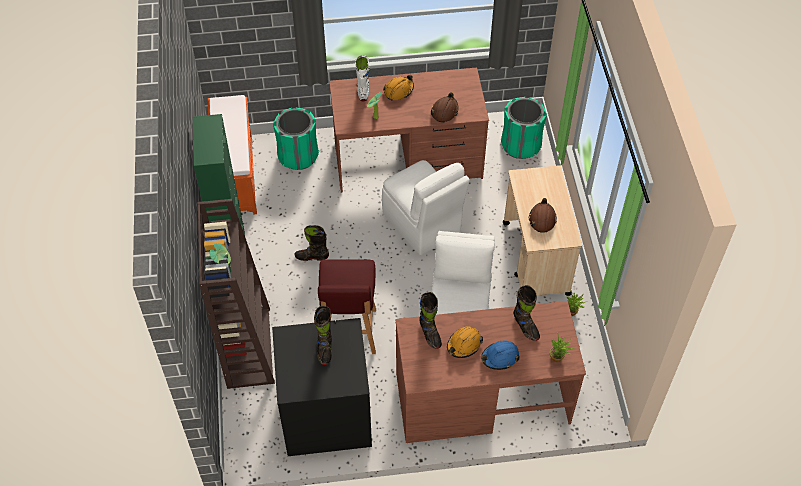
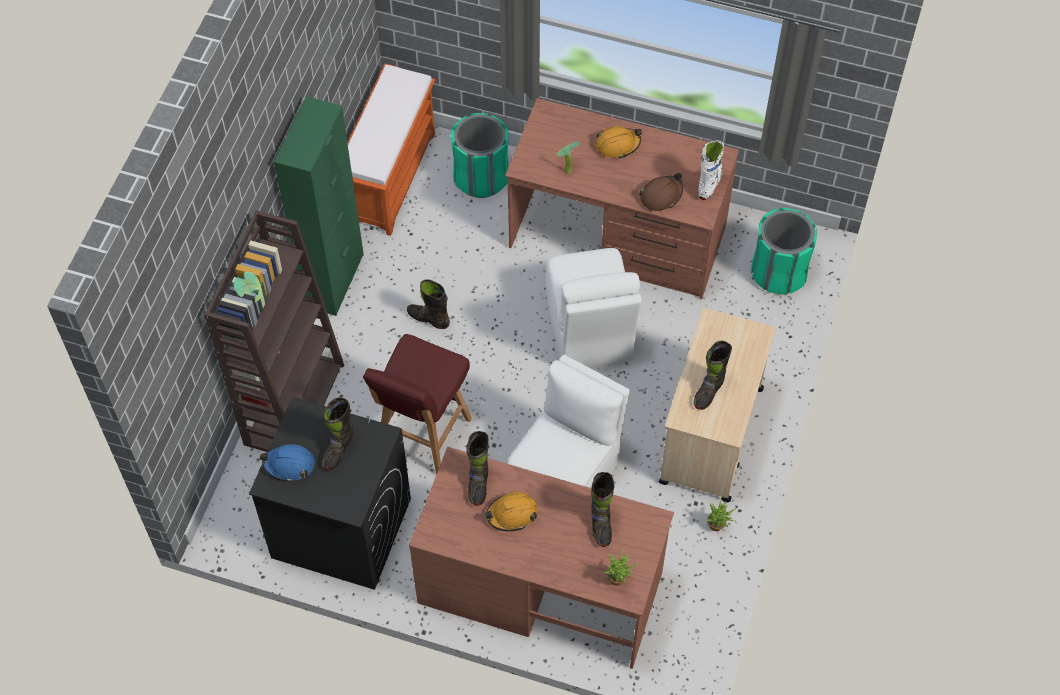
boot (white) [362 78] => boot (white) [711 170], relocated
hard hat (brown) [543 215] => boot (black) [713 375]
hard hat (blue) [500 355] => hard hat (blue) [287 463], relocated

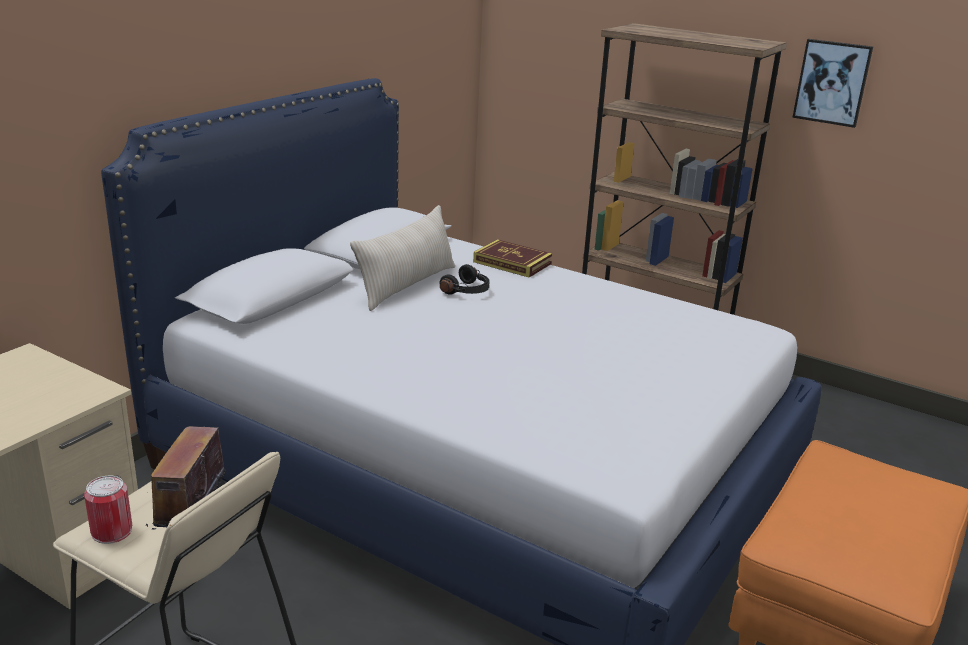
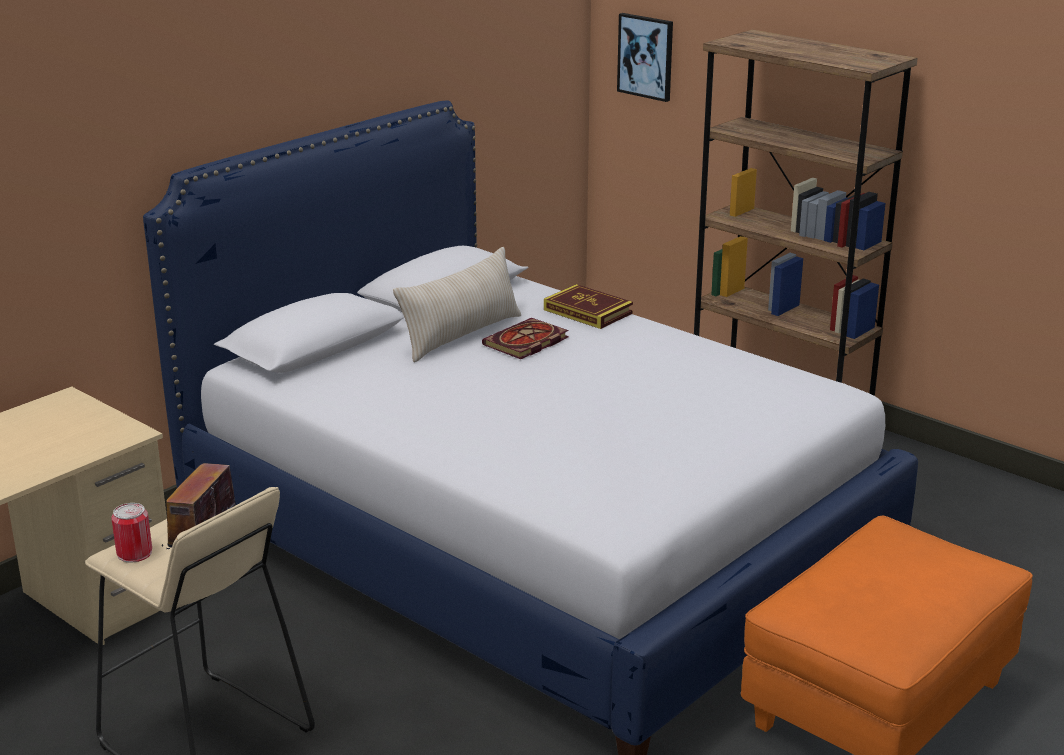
picture [832 83] => picture [645 57], relocated
headphones (black) [464 279] => book [525 338]

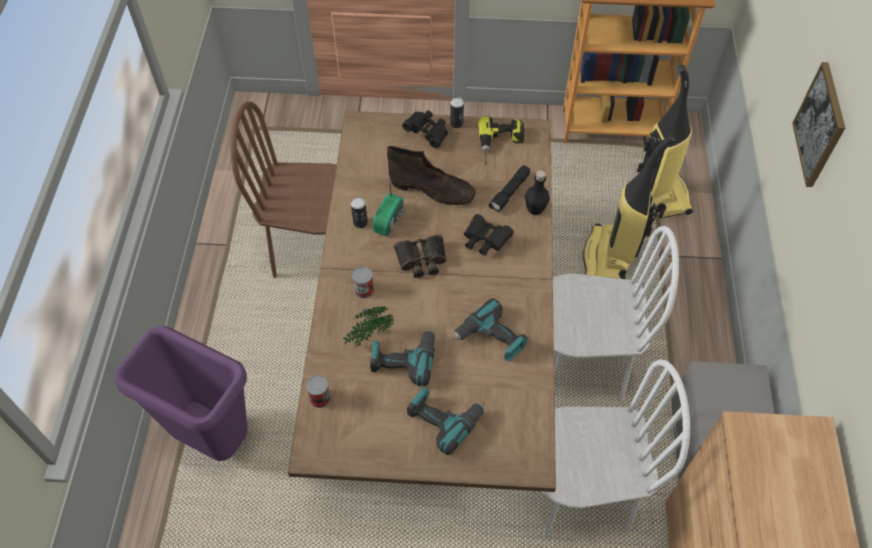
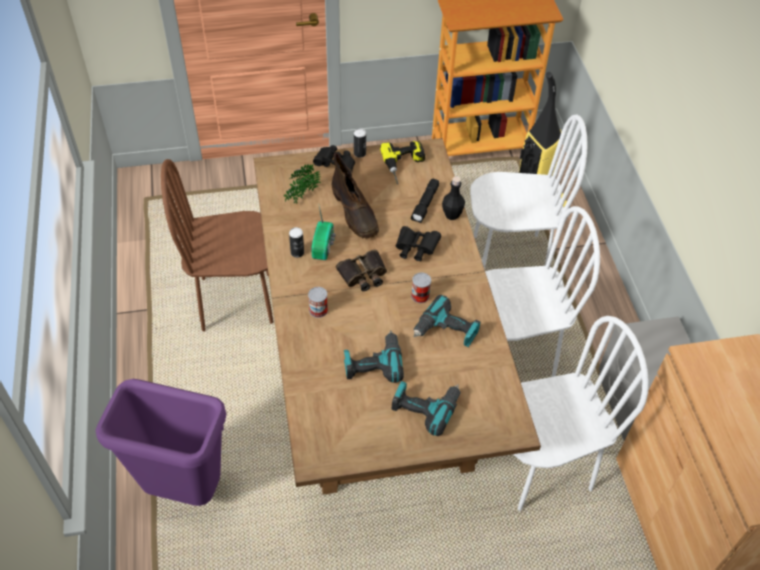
picture [818 124] => nothing
vacuum cleaner [629 206] => chair (white) [529 191]
boot (brown) [431 175] => boot (brown) [355 195], 60 degrees clockwise
potted plant [368 327] => potted plant [302 183], relocated
can [318 391] => can [421 287], relocated

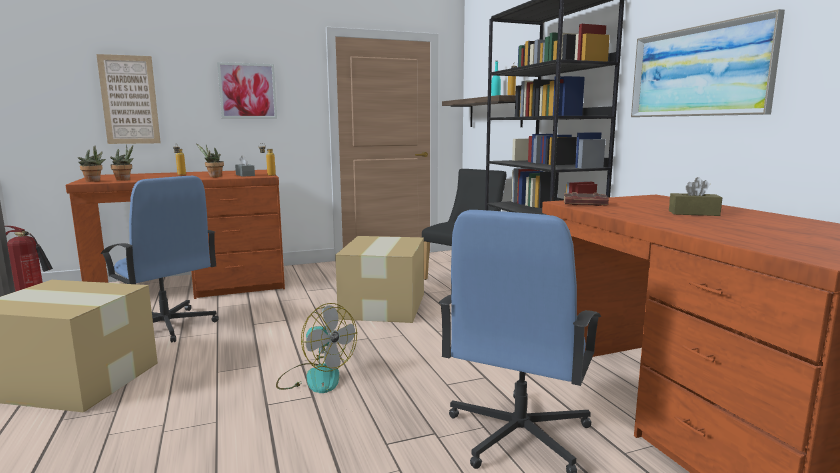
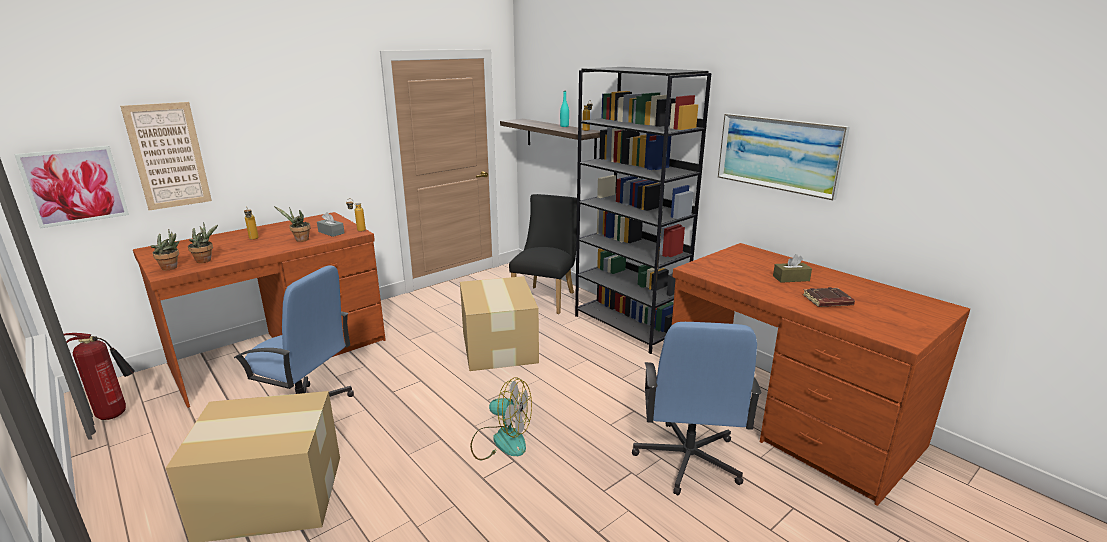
picture [247 90] => picture [71 187], relocated
book (brown) [586 199] => book (brown) [829 297], relocated

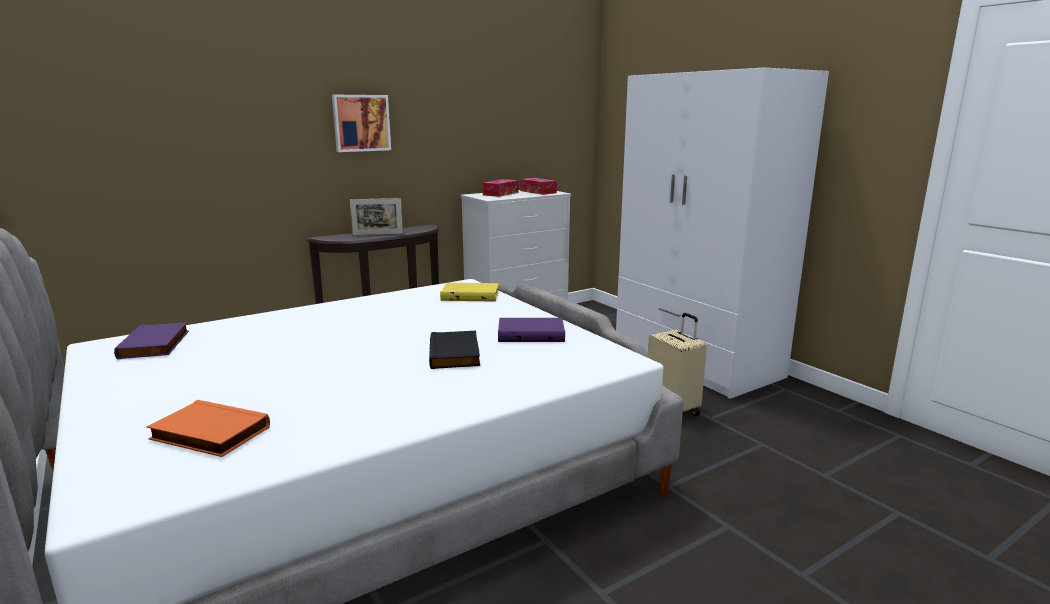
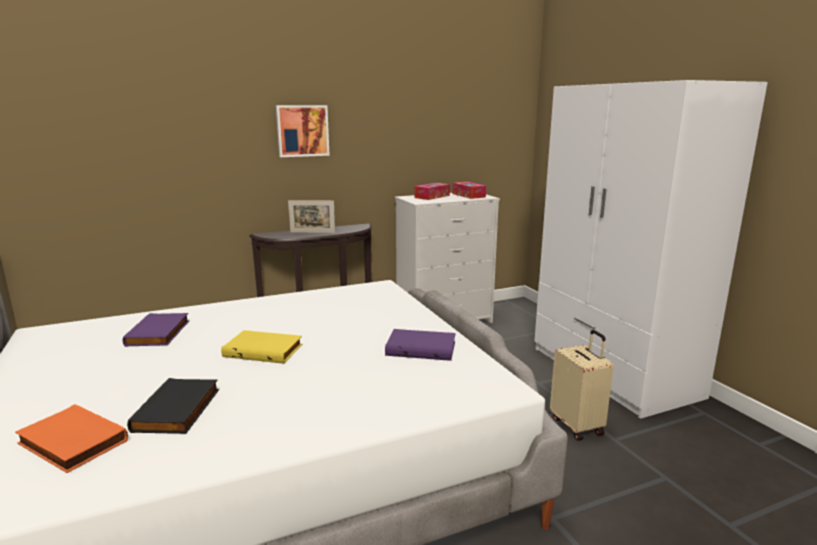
book (yellow) [469 292] => book (yellow) [261 347], relocated
book (purple) [151 340] => book (purple) [156 330], relocated
book (black) [454 350] => book (black) [173 406], relocated

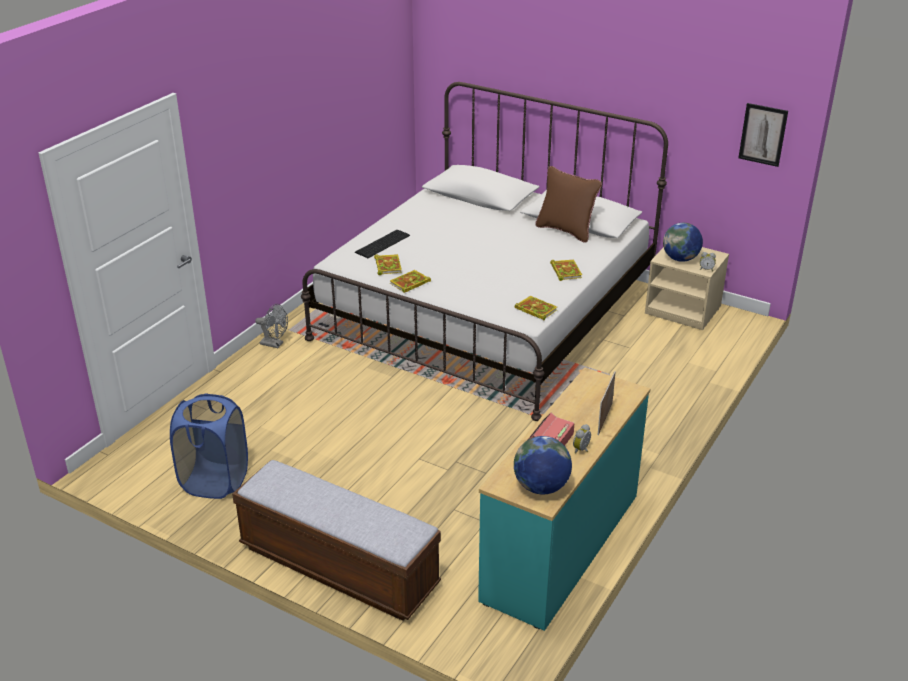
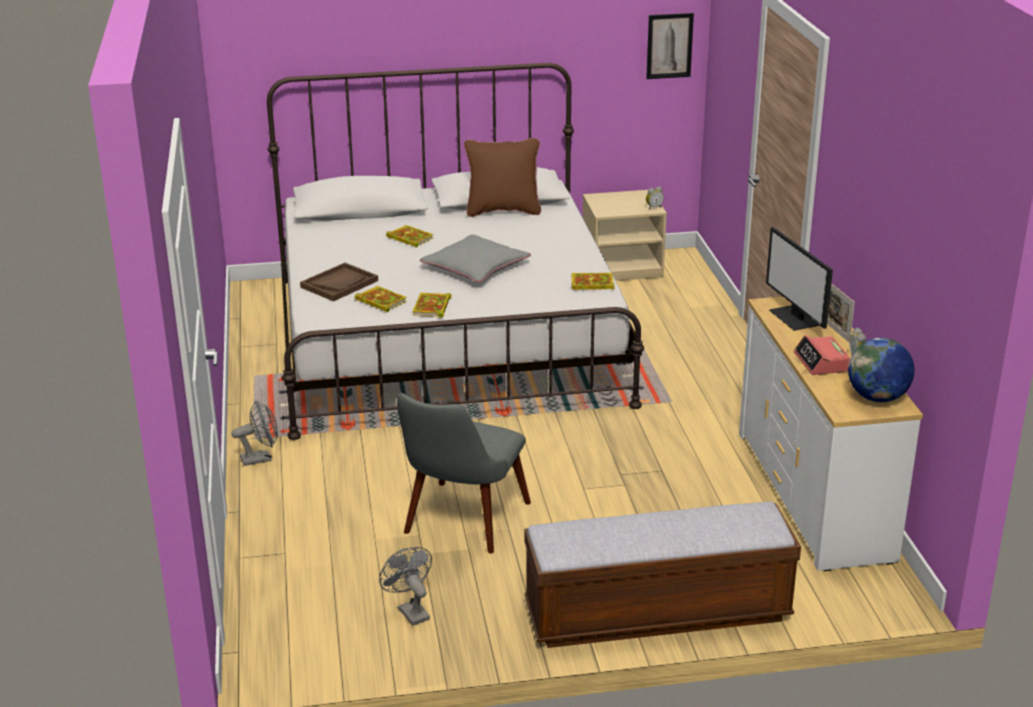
globe [683 242] => nothing
keyboard [382 244] => tray (brown) [339 282]
book [566 270] => book [410 236], relocated
dresser (turquoise) [564 499] => dresser (white) [831 434]
laundry basket (blue) [209 446] => fan (grey) [405 586]
nothing => monitor [799 279]
nothing => pillow (grey) [475 258]
nothing => chair (grey) [464 473]

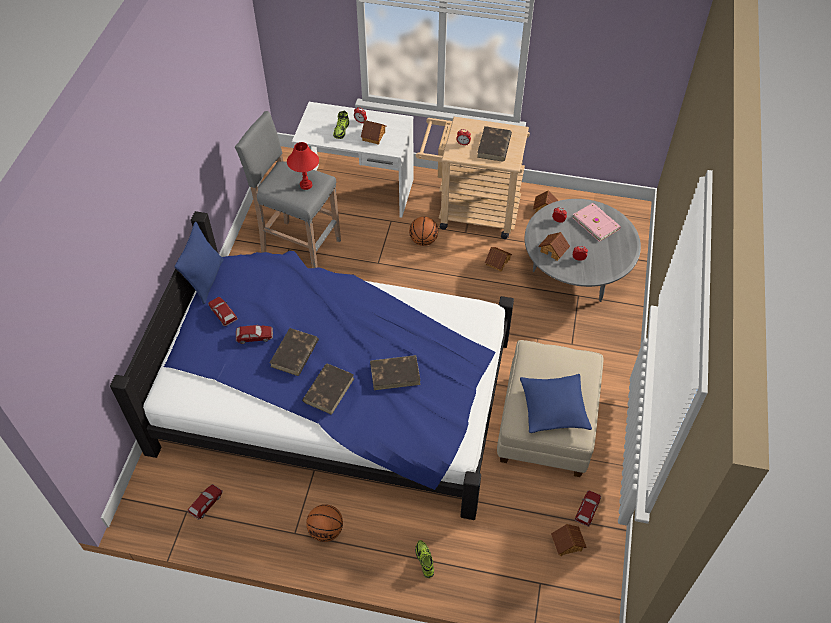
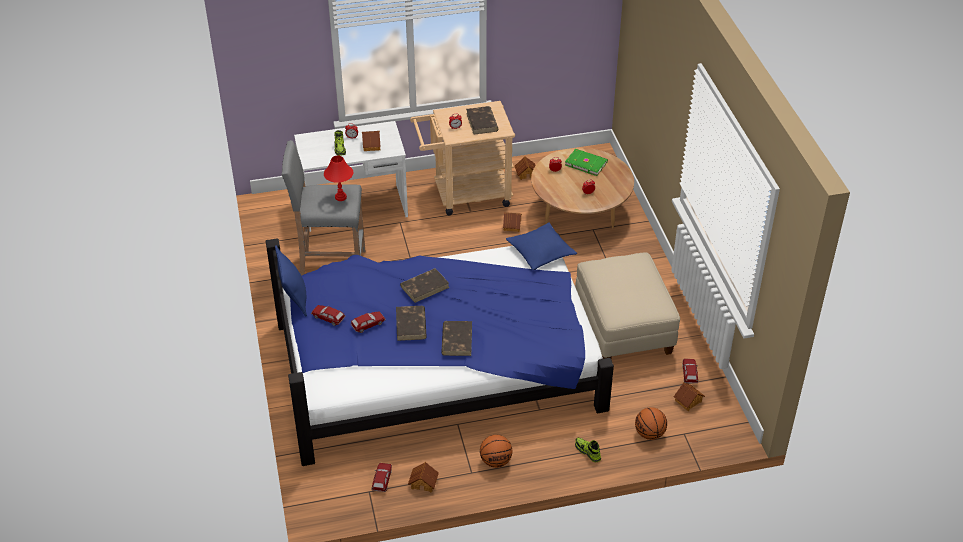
coffee table (grey) [583 250] => coffee table (brown) [582 188]
book (pink) [596 222] => book (green) [586 162]
basketball [423 231] => basketball [651 423], relocated
toy house [554 246] => toy house [423 477], relocated
book (brown) [395 372] => book (brown) [424 285], relocated
pillow (blue) [556 403] => pillow (blue) [541 246], relocated

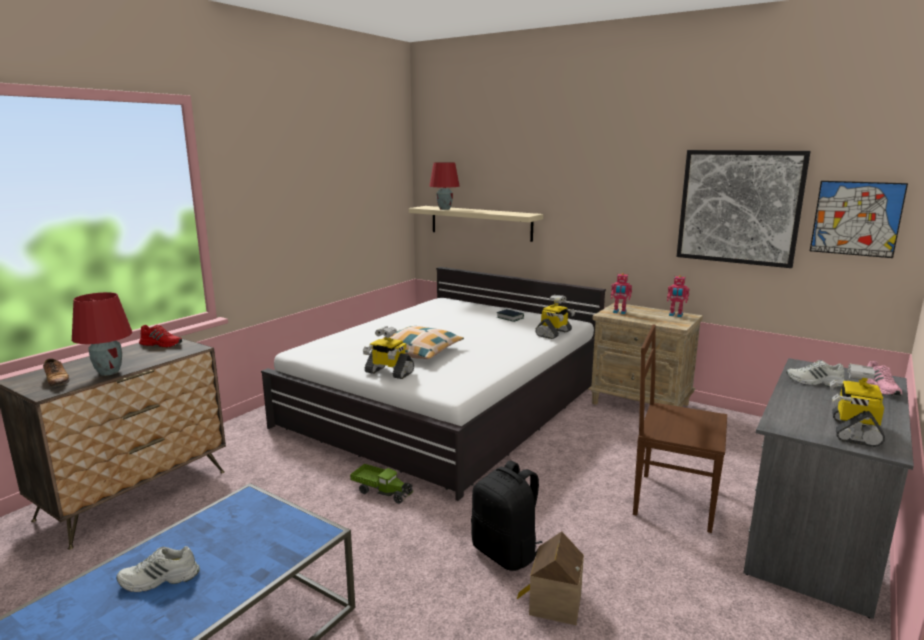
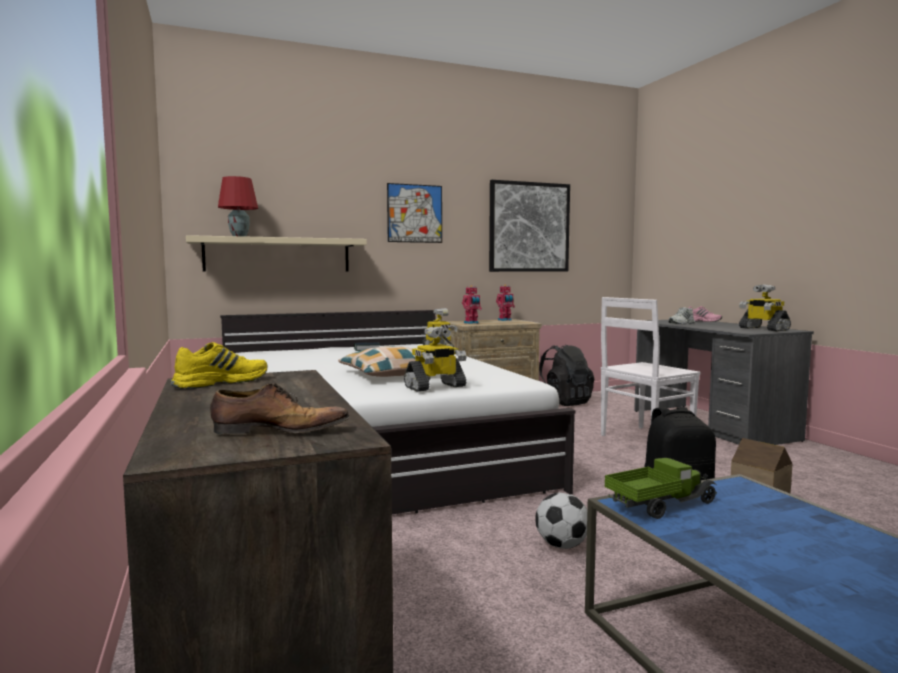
picture [859 219] => picture [414 213], relocated
table lamp (red) [102 334] => nothing
chair (brown) [680 428] => chair (white) [651 366]
shoe (red) [160 336] => shoe (yellow) [219 365]
toy truck [381 484] => toy truck [661 488], relocated
shoe (white) [158 569] => nothing
nothing => backpack (black) [566 375]
nothing => football [561 521]

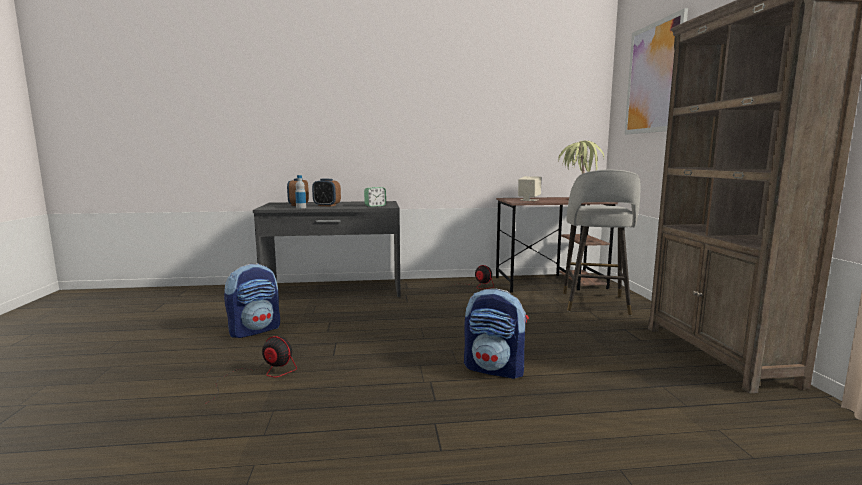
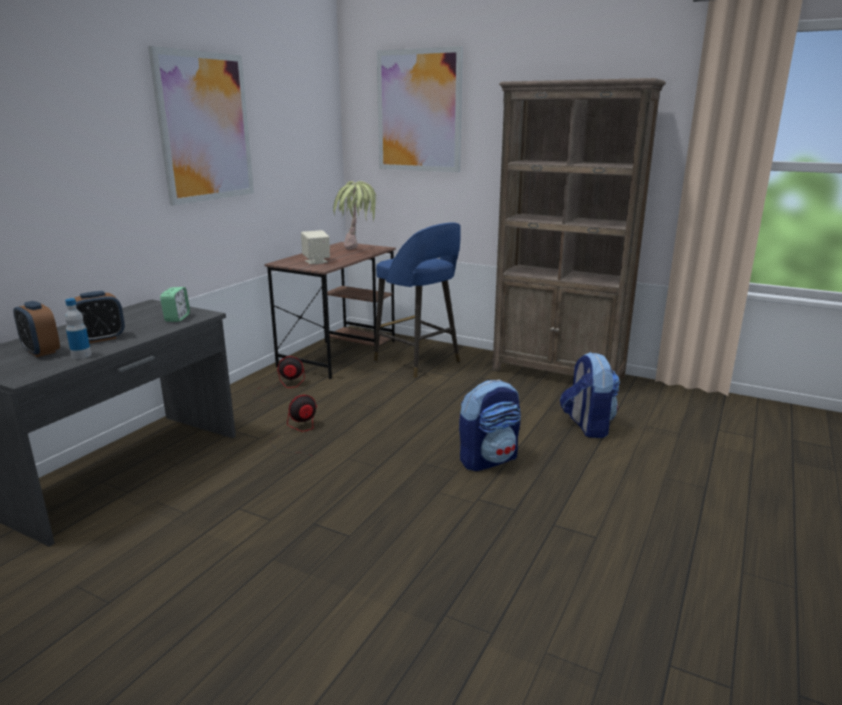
stool (grey) [602 242] => stool (blue) [417 300]
backpack [252 300] => backpack [590 395], relocated
fan [252 369] => fan [293 427], relocated
nothing => picture [201 125]

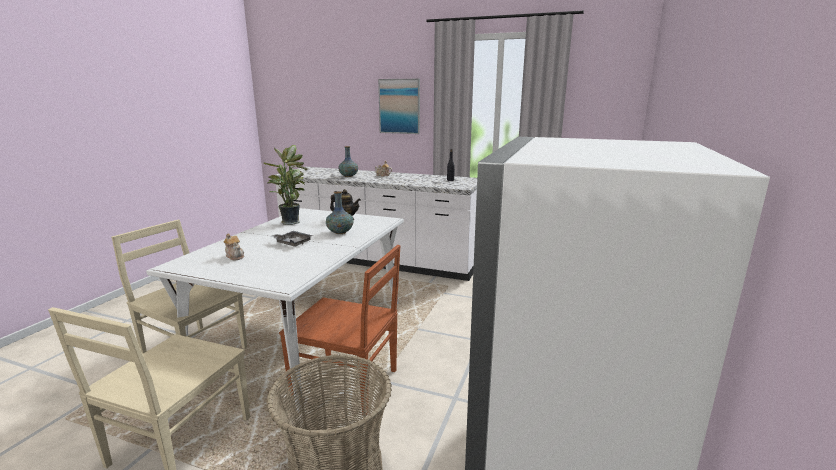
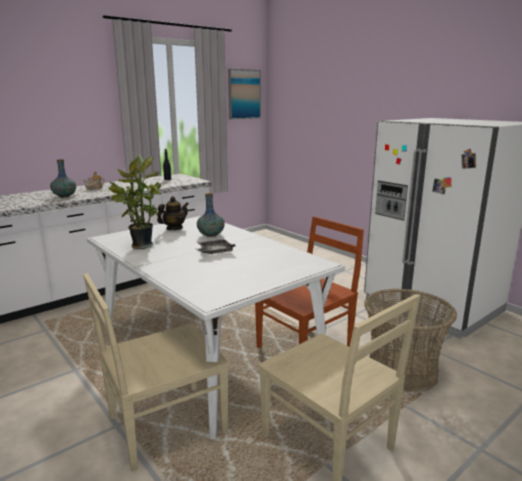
picture [399 106] => picture [244 94], relocated
teapot [234 246] => nothing

